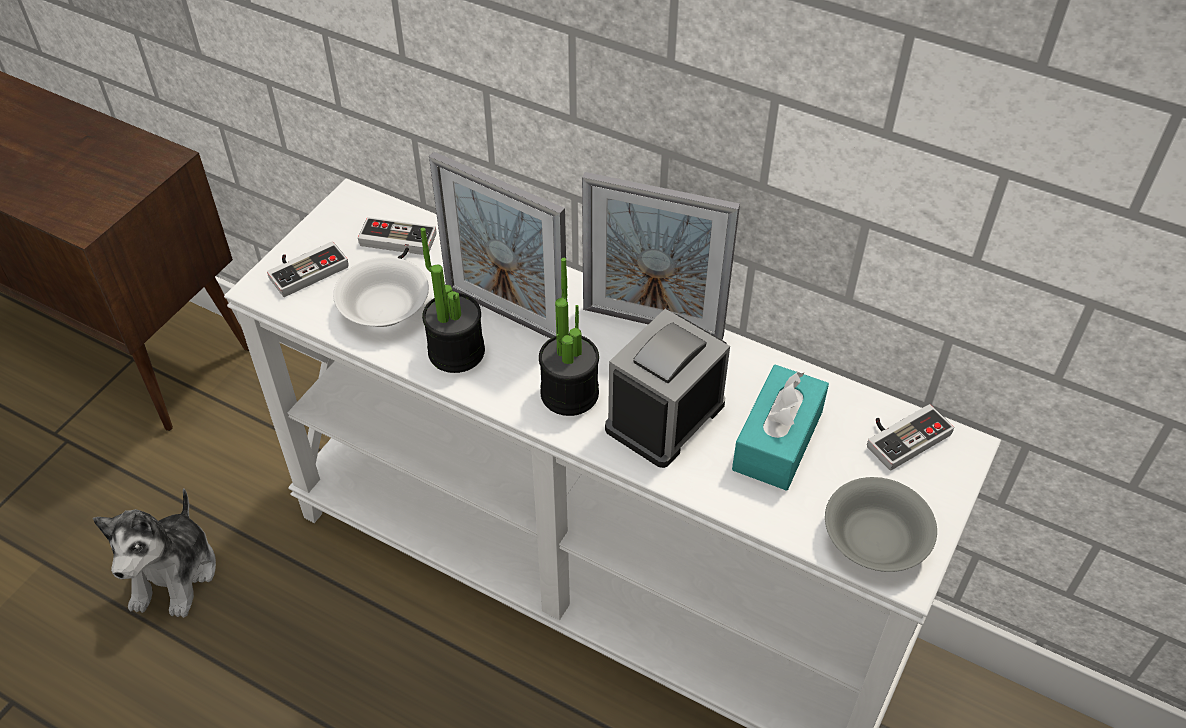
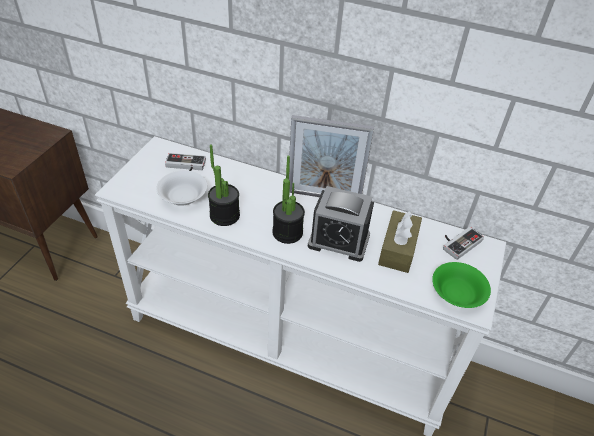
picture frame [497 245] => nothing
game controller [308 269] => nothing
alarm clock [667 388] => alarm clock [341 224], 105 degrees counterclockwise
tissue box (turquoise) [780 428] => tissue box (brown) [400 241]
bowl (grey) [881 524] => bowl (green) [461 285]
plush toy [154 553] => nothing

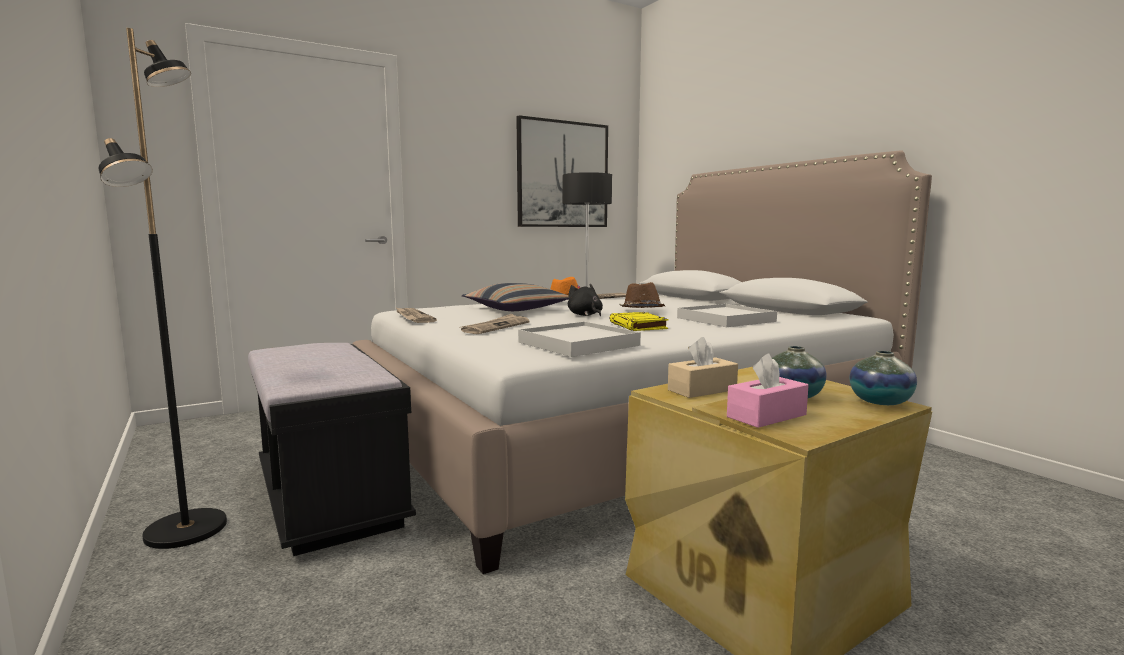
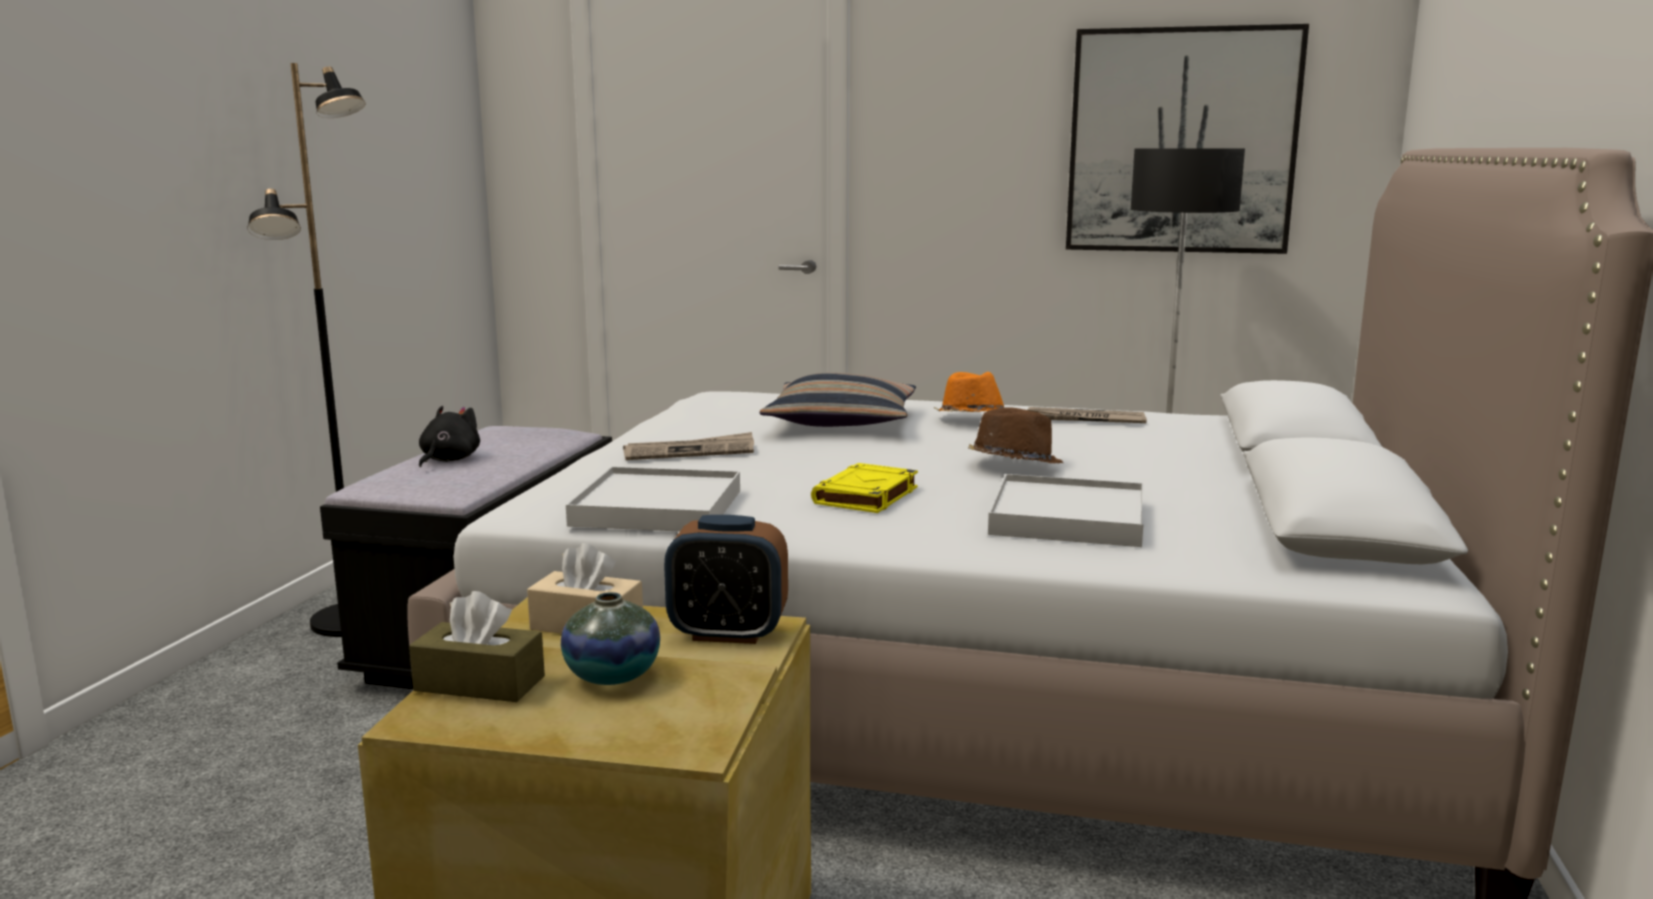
plush toy (black) [585 300] => plush toy (black) [449 436], relocated
newspaper [416 315] => nothing
vase [883 378] => nothing
tissue box (pink) [768 390] => tissue box (brown) [477 646]
nothing => alarm clock [726 579]

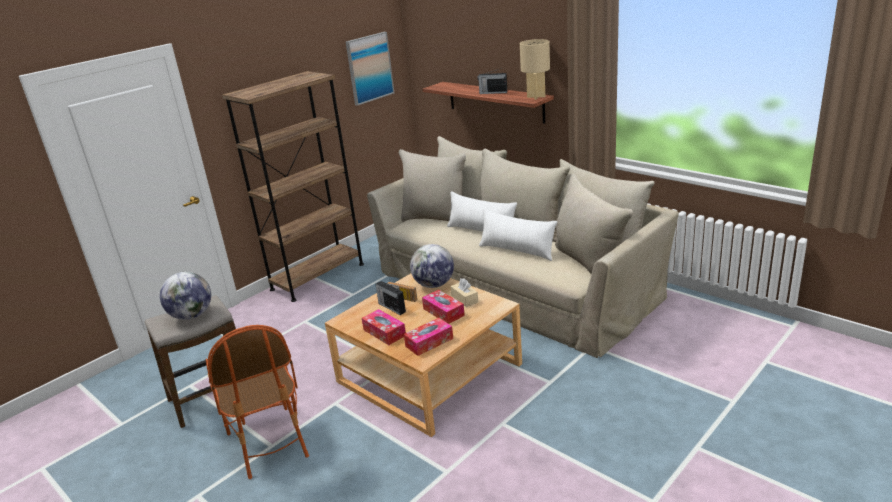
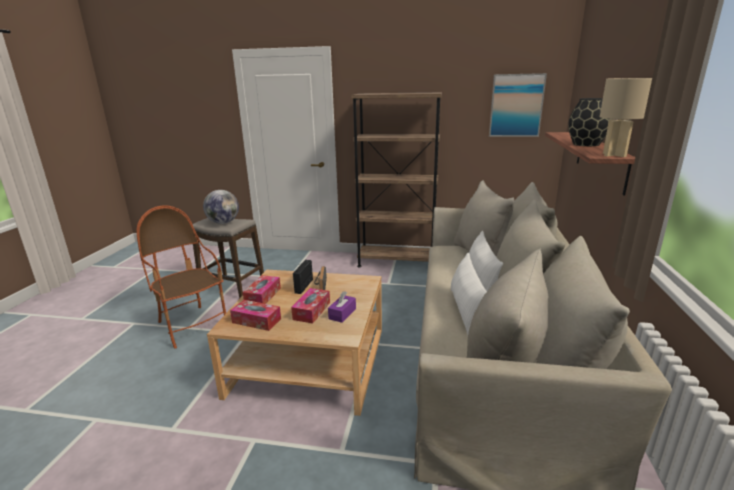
radio [492 81] => vase (black) [589 122]
globe [432 266] => nothing
tissue box (beige) [464 292] => tissue box (purple) [342 307]
armchair [257 402] => armchair [181 277], 105 degrees clockwise

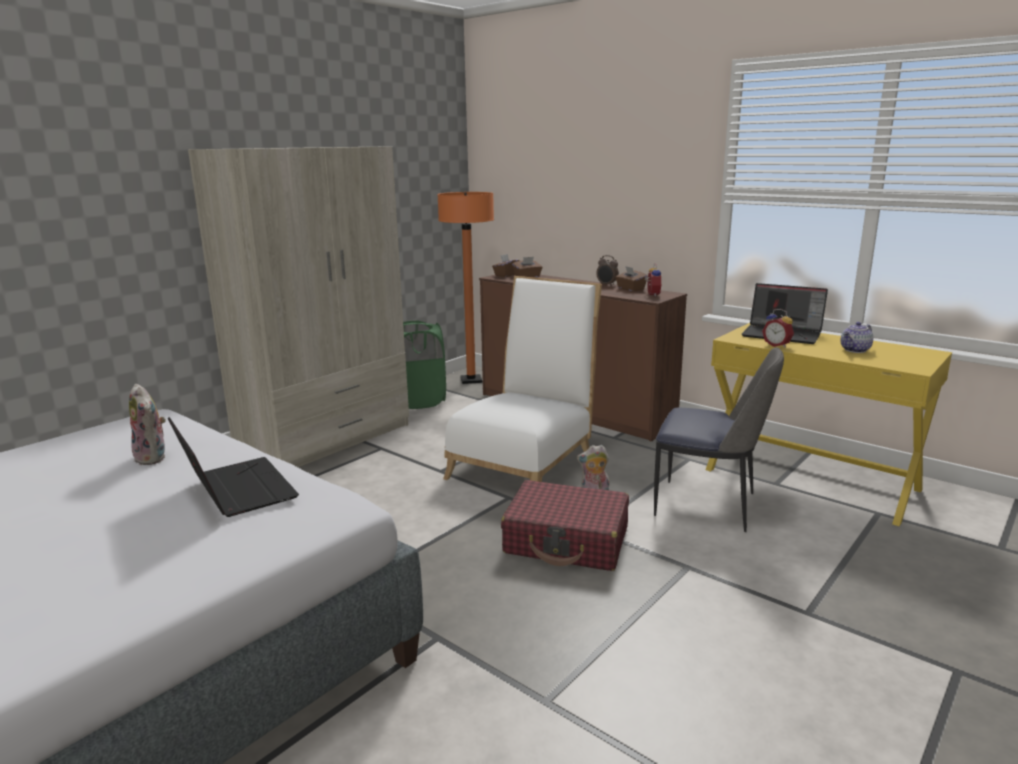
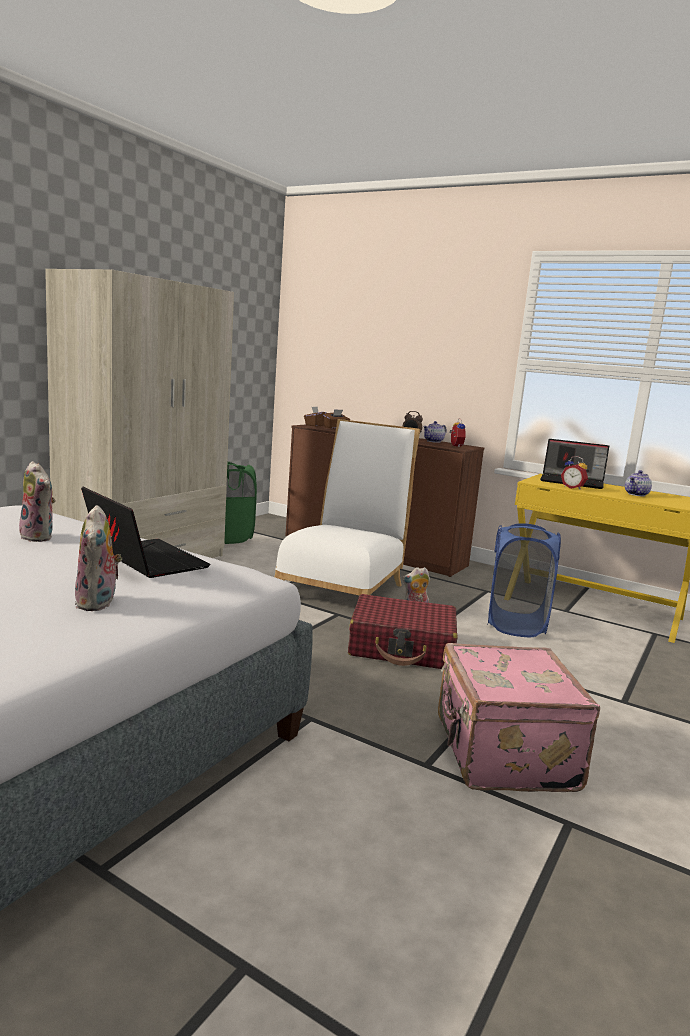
floor lamp (orange) [465 288] => nothing
tissue box (brown) [631 279] => teapot [435 432]
chair [719 439] => laundry basket (blue) [524 580]
nothing => plush toy [98 558]
nothing => suitcase (pink) [519 717]

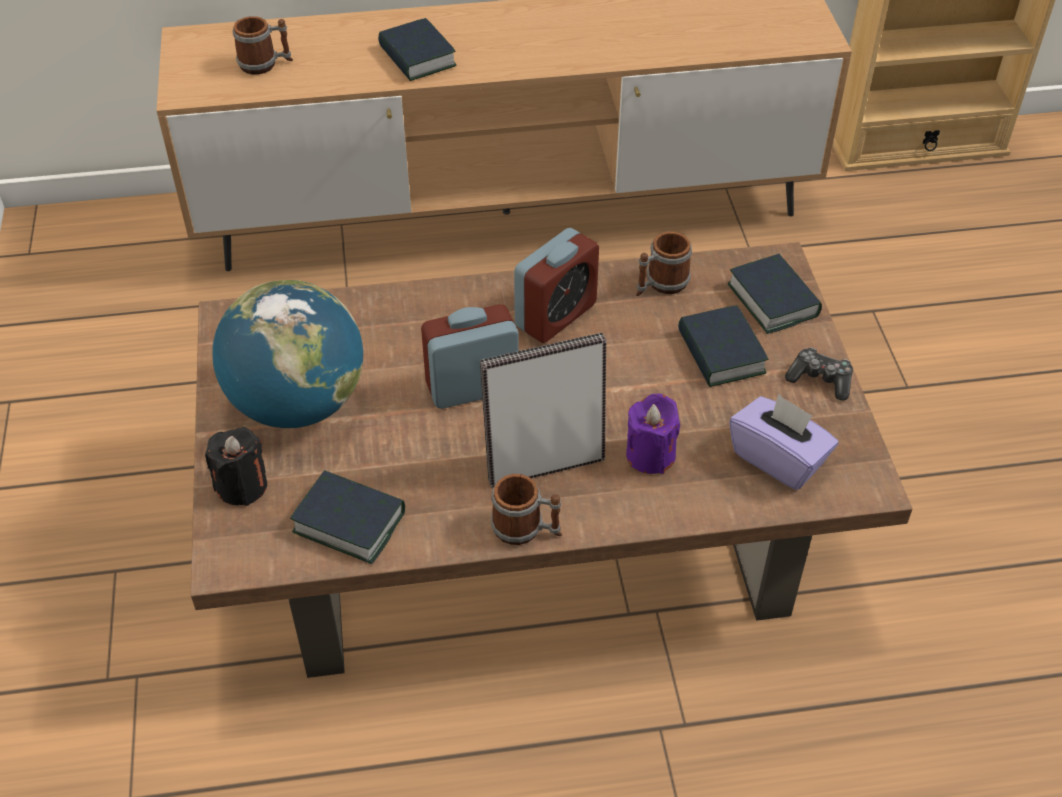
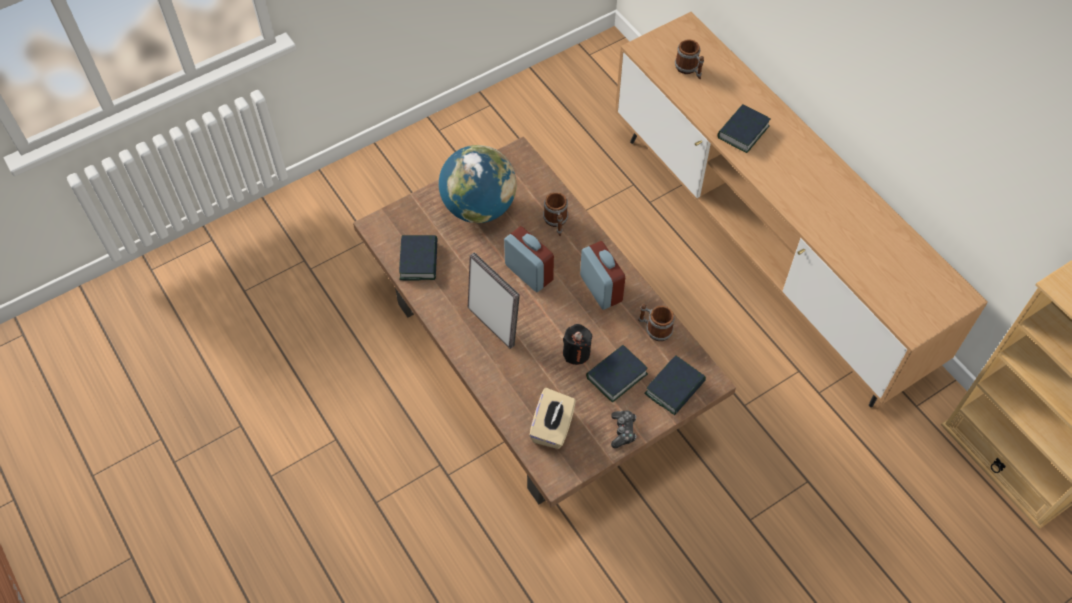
alarm clock [556 285] => alarm clock [602 275], 135 degrees counterclockwise
candle (purple) [653 433] => nothing
tissue box (purple) [783 442] => tissue box (beige) [552 418]
candle (black) [236 466] => candle (black) [577 344], relocated
mug [526 509] => mug [555 214], relocated

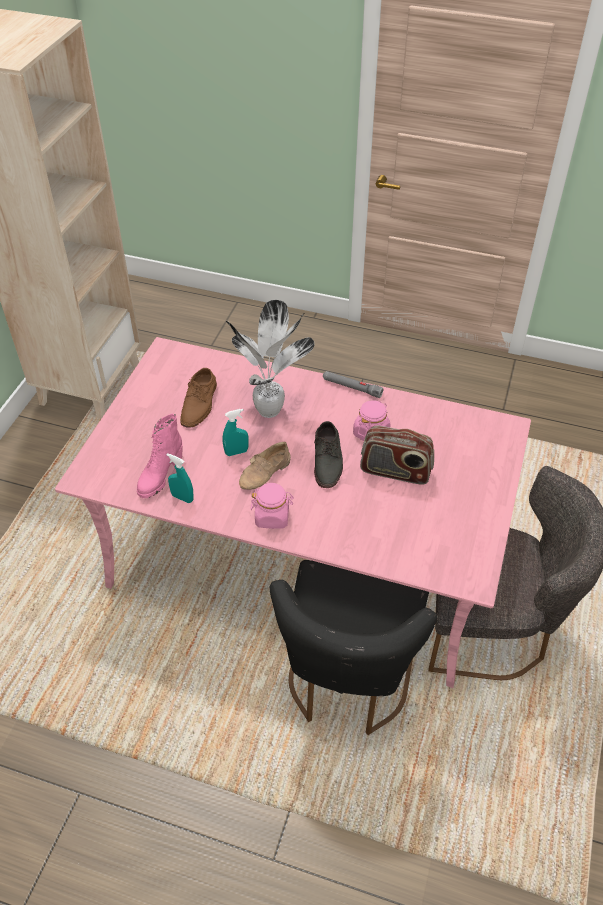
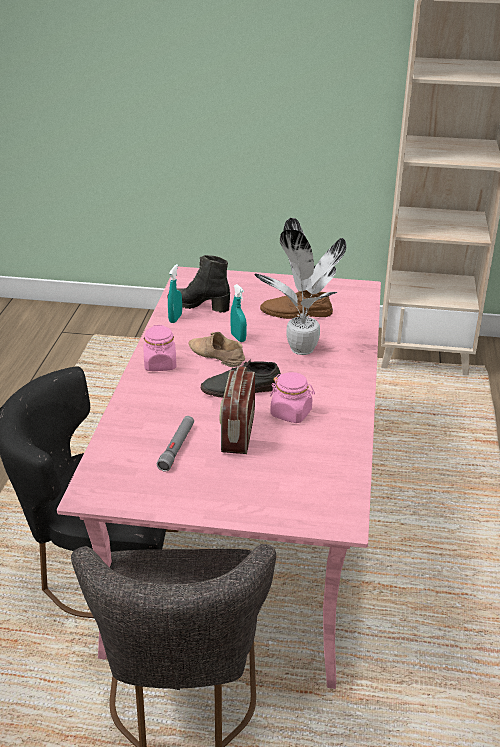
flashlight (grey) [353 384] => flashlight (grey) [175 444], relocated
boot (pink) [160 456] => boot (black) [203 283]

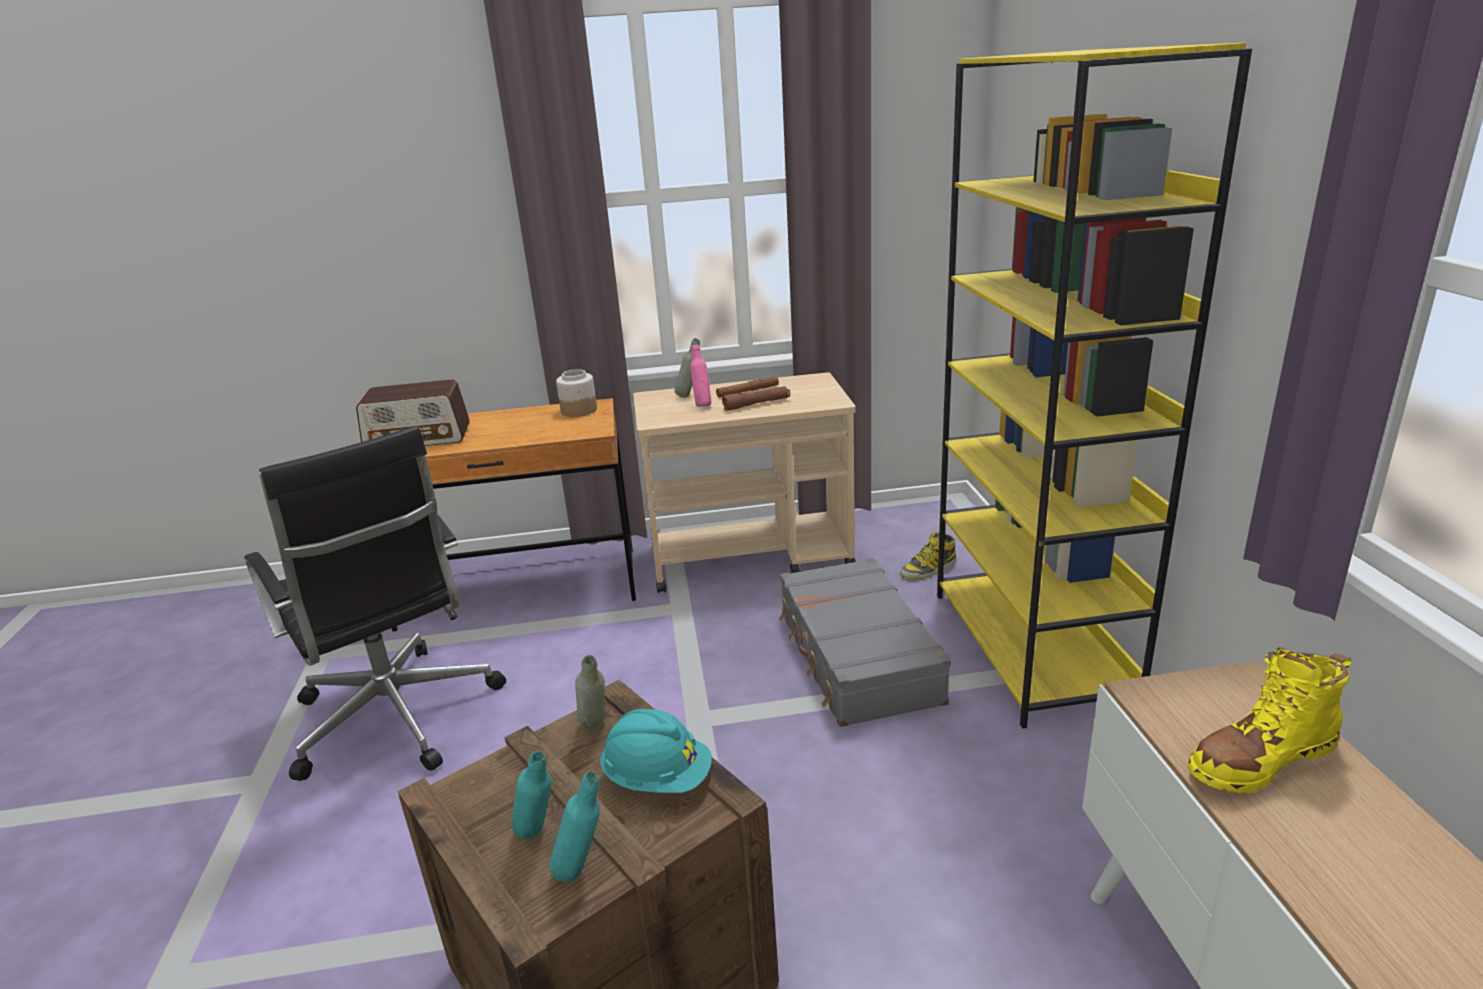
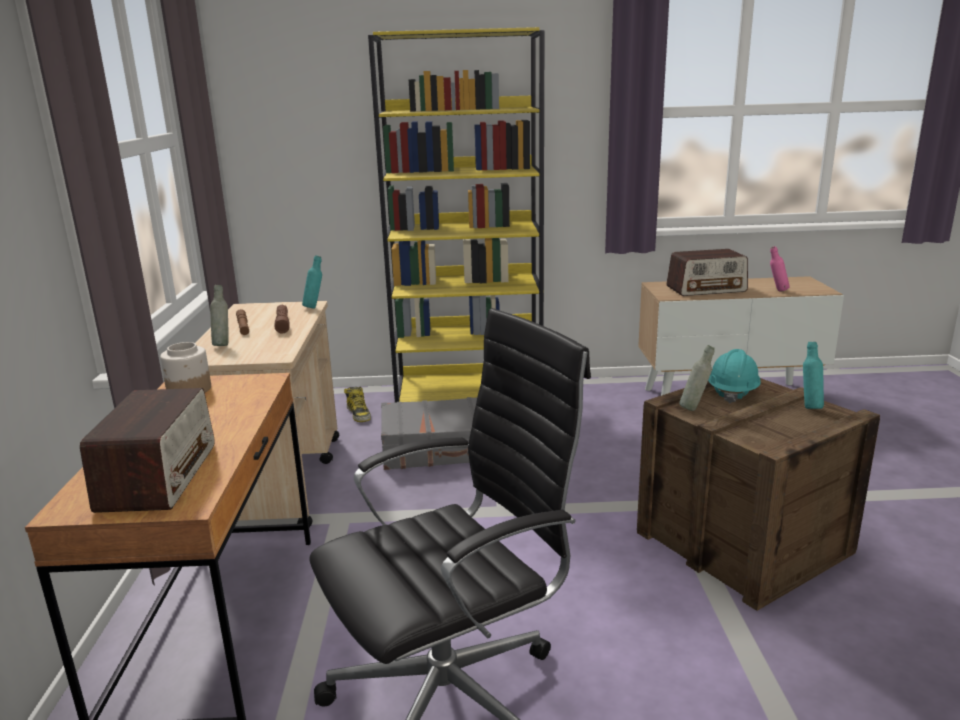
bottle (pink) [700 375] => bottle (pink) [779 268], relocated
boot (yellow) [1269 720] => radio [707 272]
bottle (turquoise) [531 795] => bottle (turquoise) [312 282], relocated

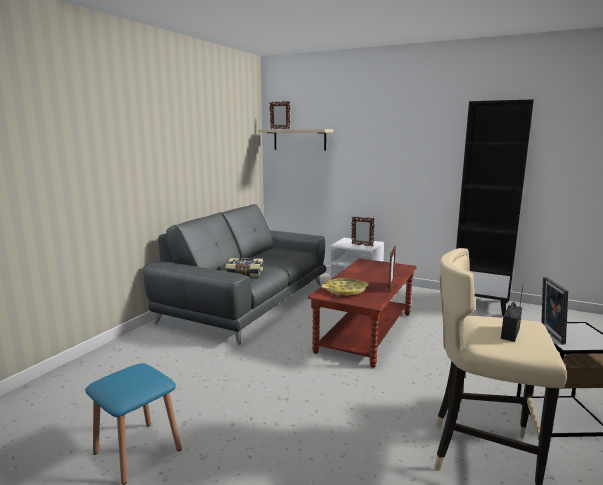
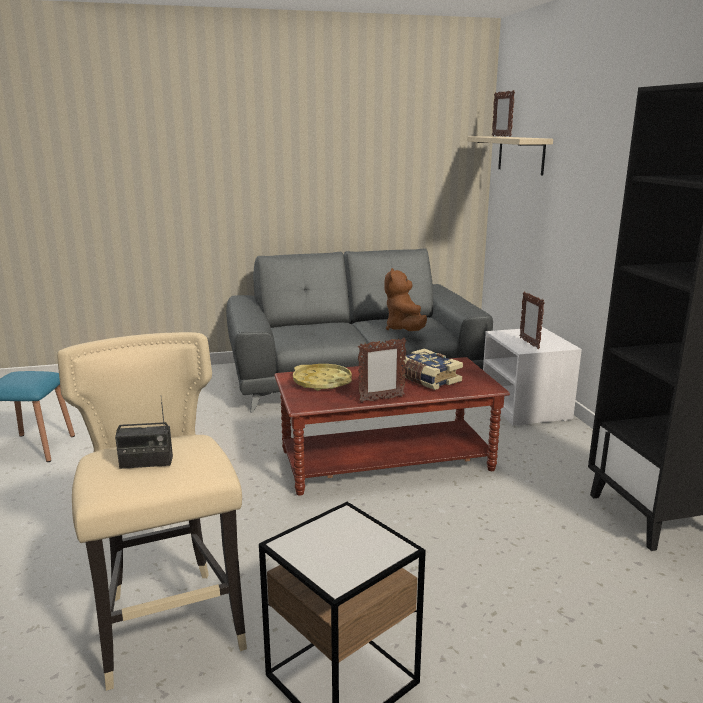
book [244 267] => book [431 369], relocated
picture frame [554 311] => nothing
nothing => plush toy (brown) [405 299]

